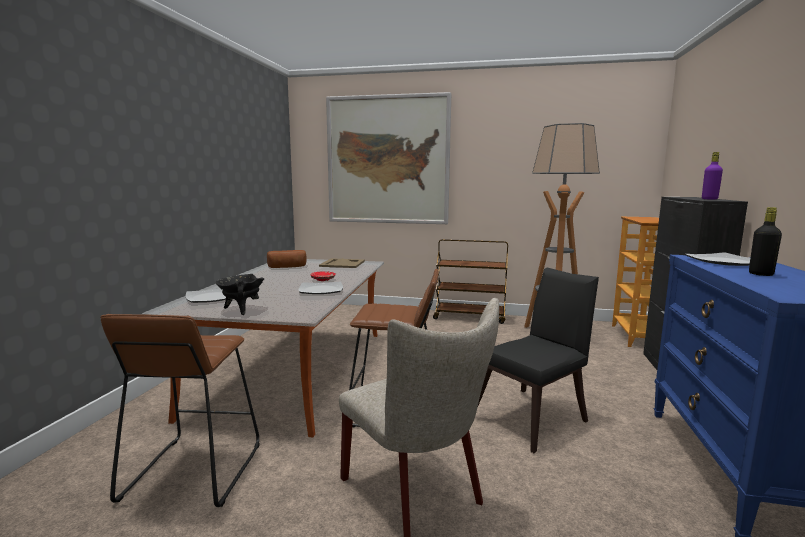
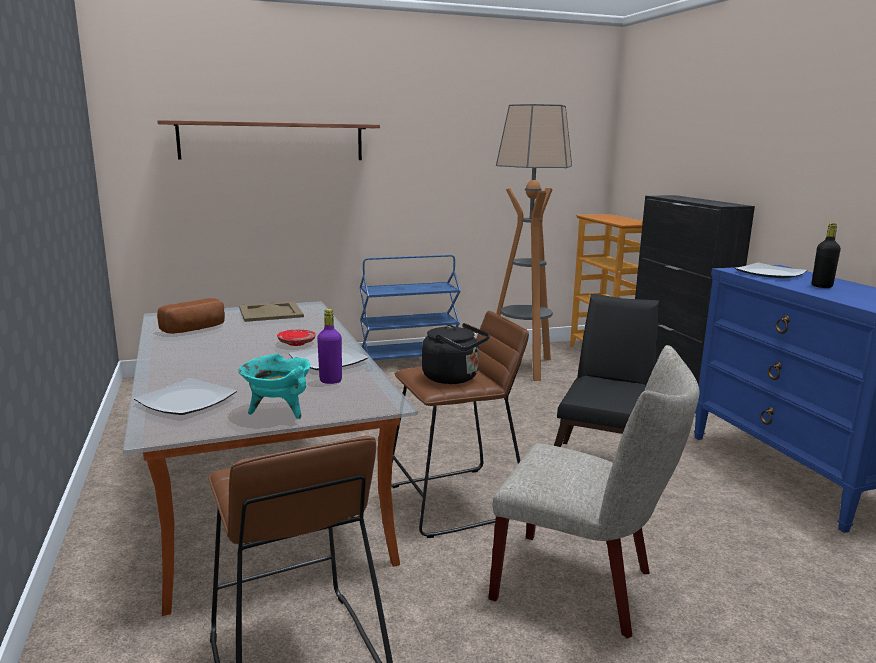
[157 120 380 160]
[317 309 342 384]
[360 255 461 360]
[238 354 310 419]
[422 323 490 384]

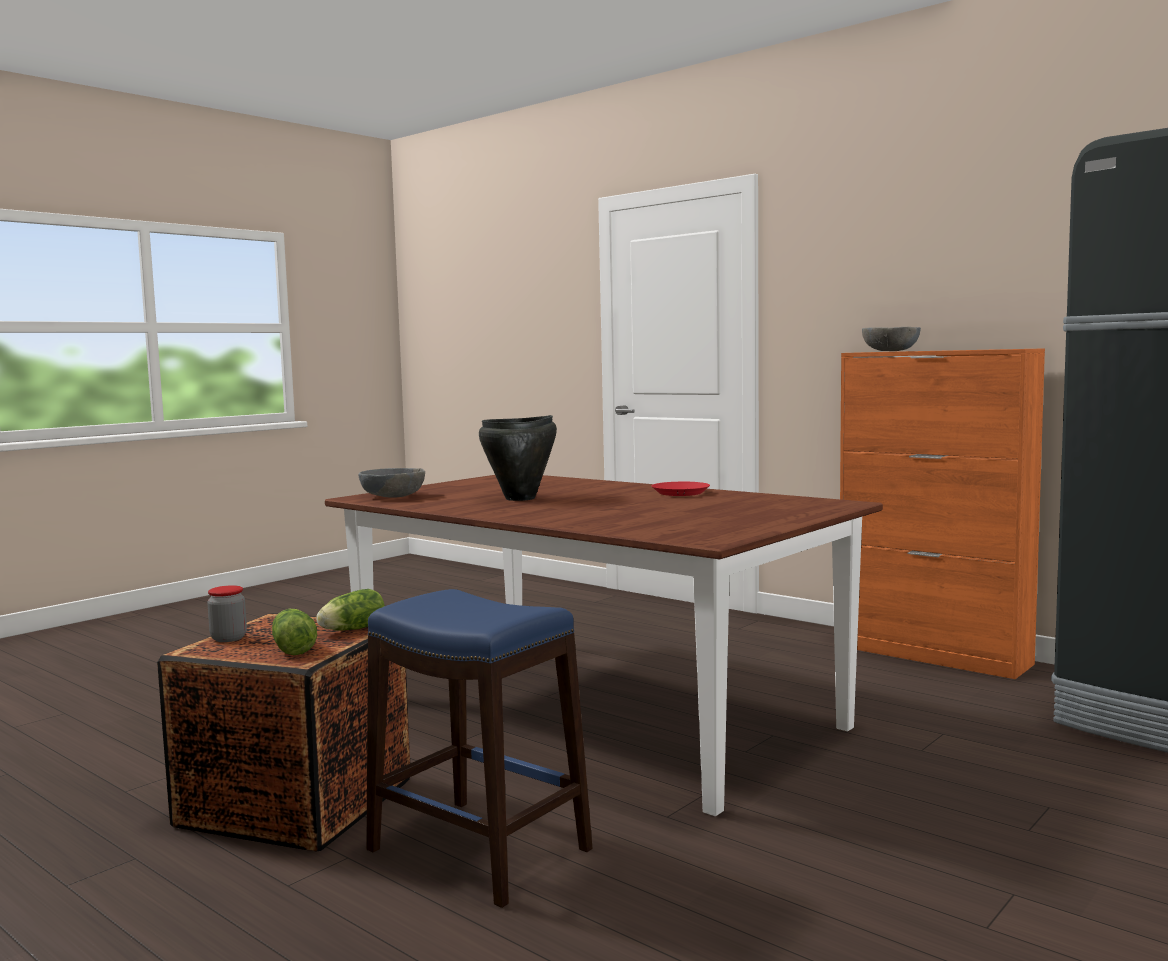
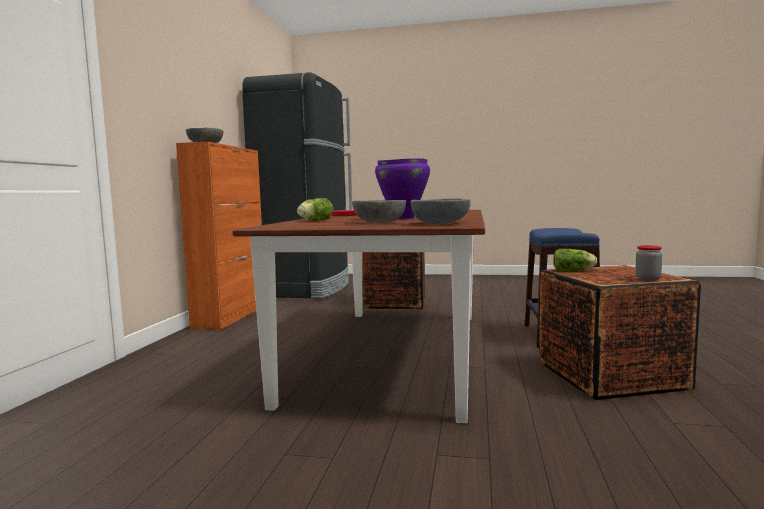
[375 158 430 219]
[297 198 333 221]
[352 200 406 223]
[362 252 425 309]

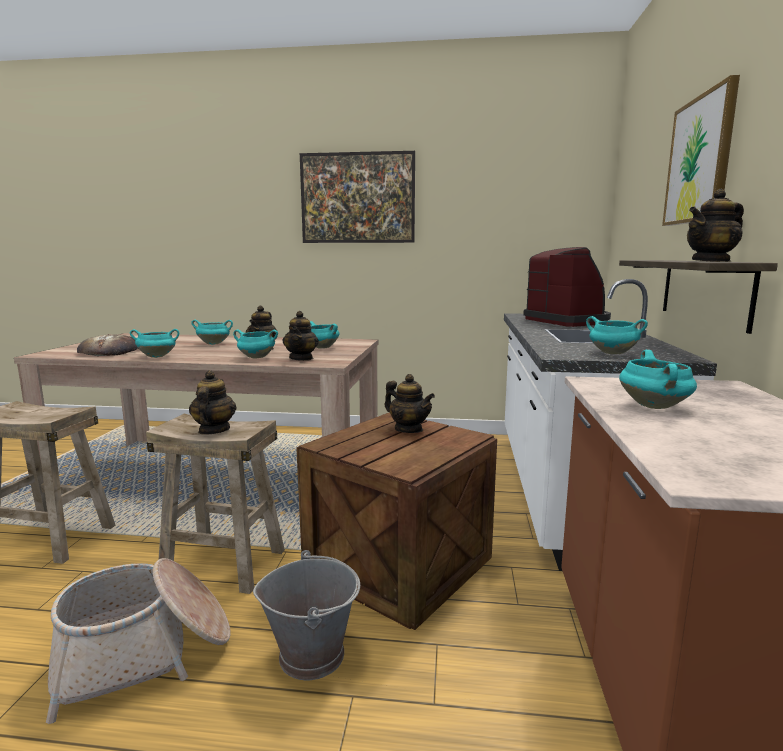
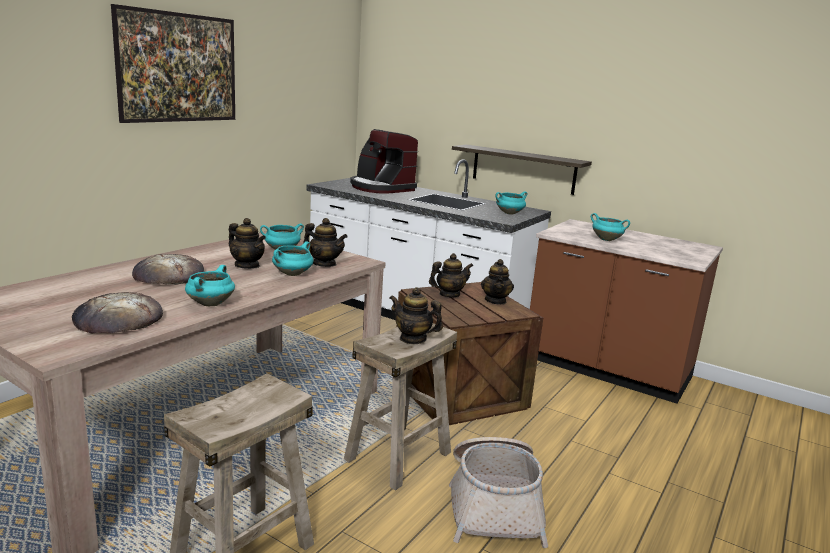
[662 75 740 226] (first image)
[481 259 514 305]
[350 129 418 194]
[132 254 204 285]
[253 550 360 680] (first image)

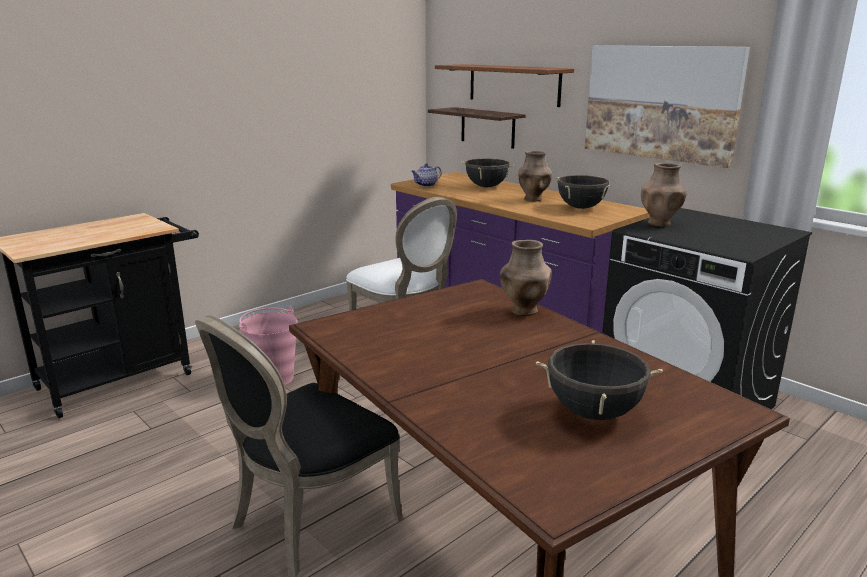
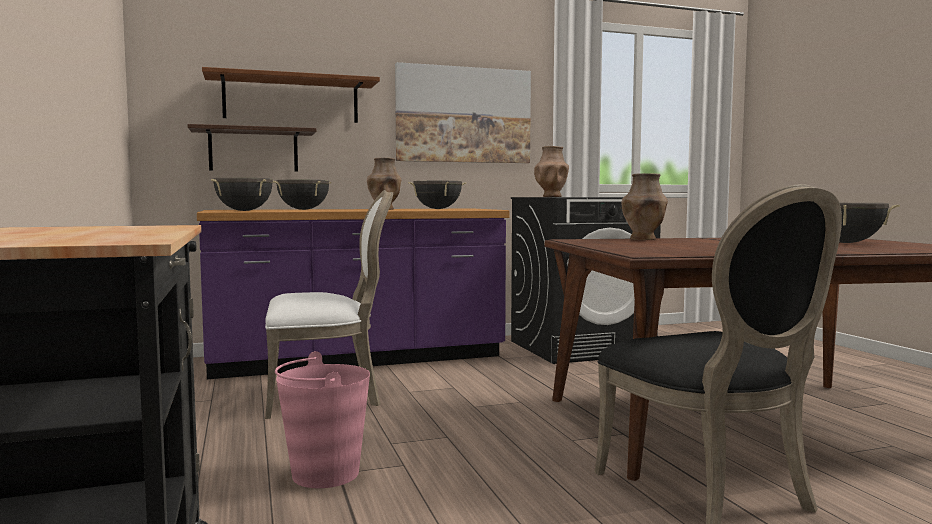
[211 178 273 211]

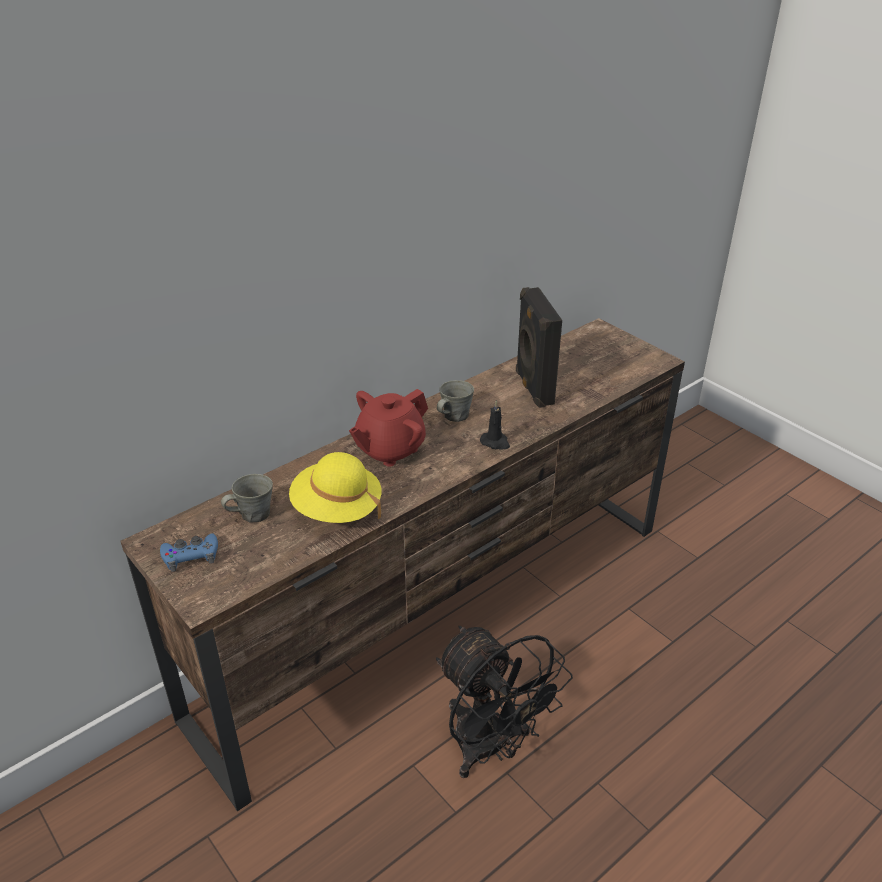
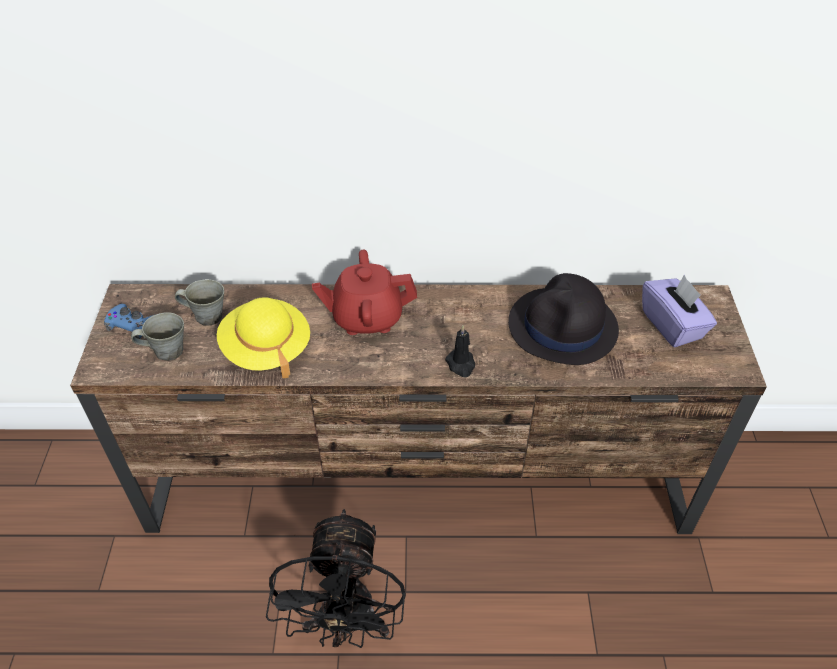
[508 273 619 365]
[131 313 184 361]
[642 275 717 347]

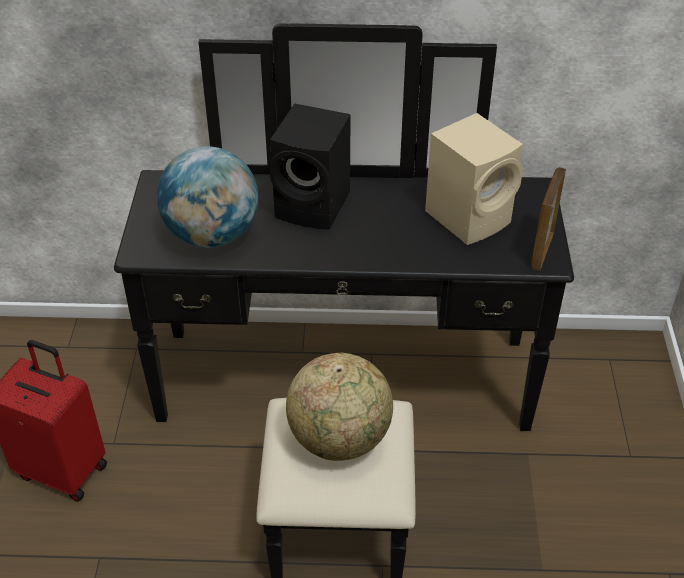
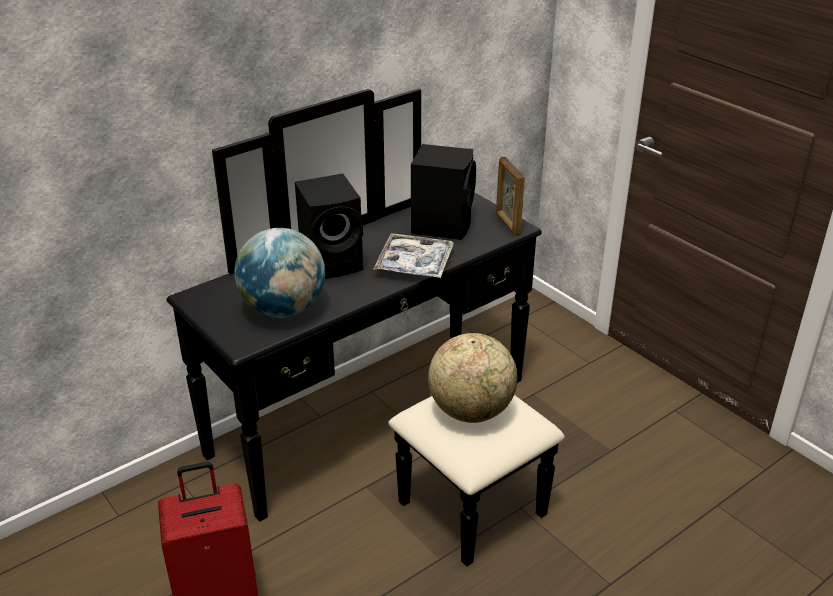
[411 144 476 240]
[373 233 454 278]

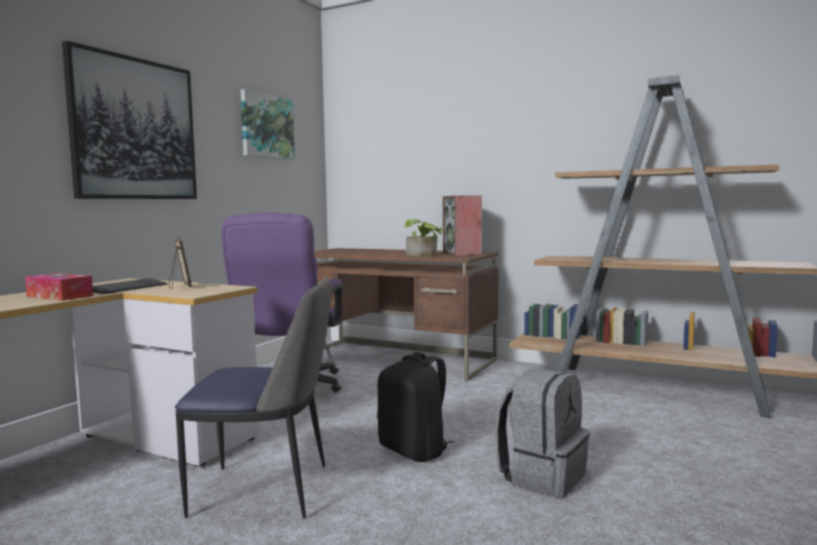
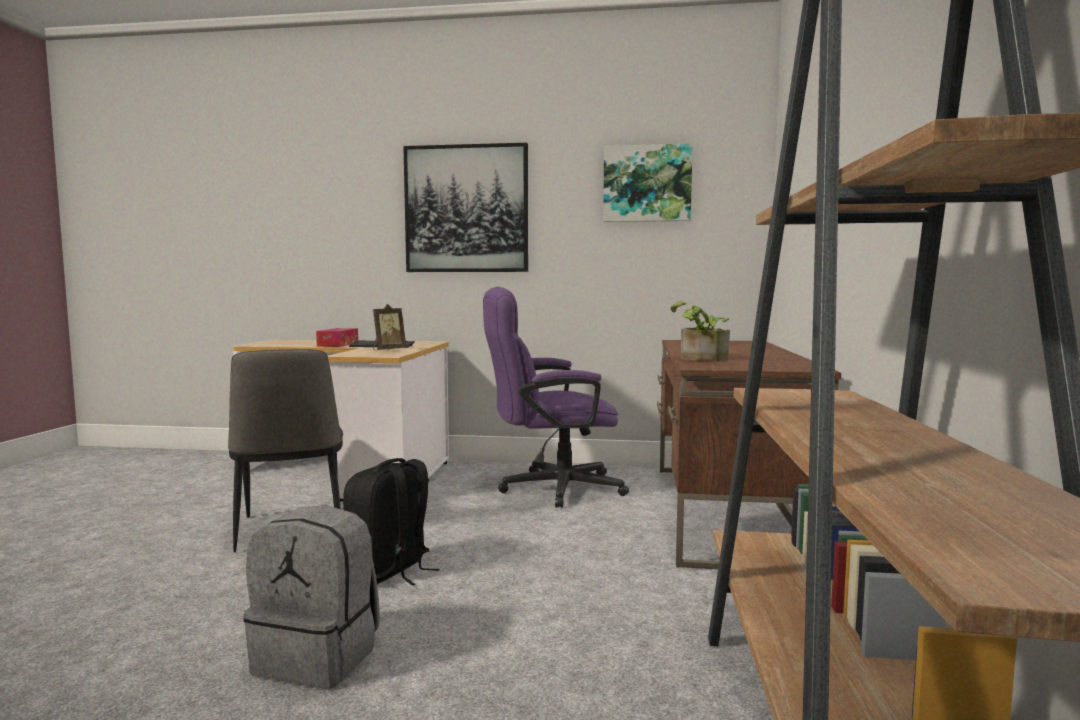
[443 195 482 256] (first image)

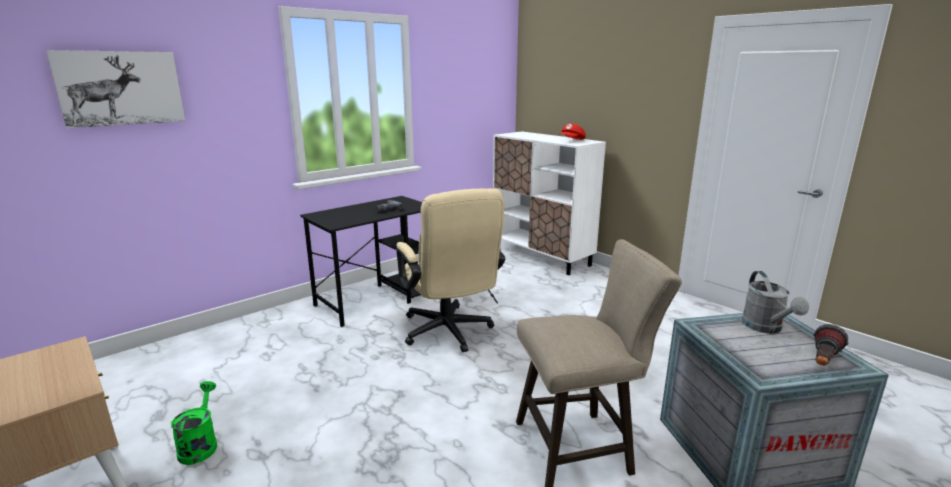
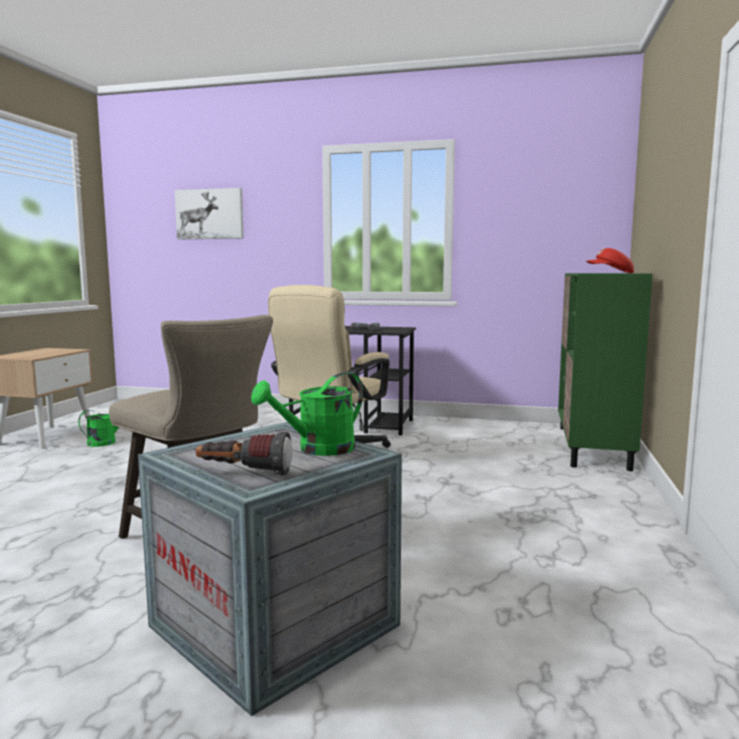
[558 273 652 471]
[251 372 363 456]

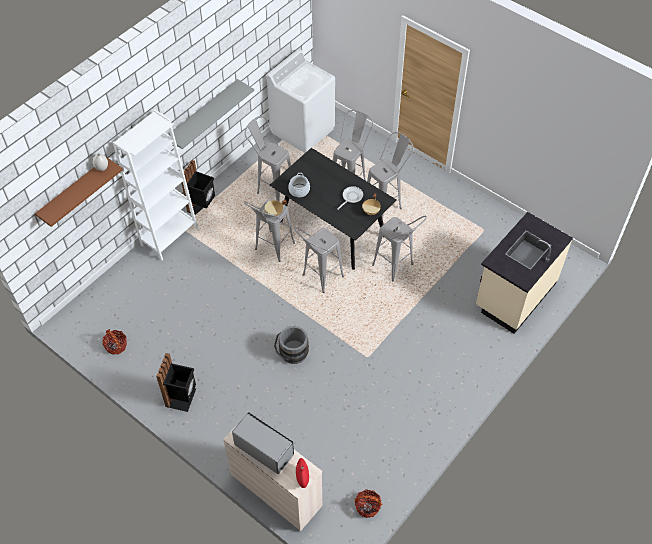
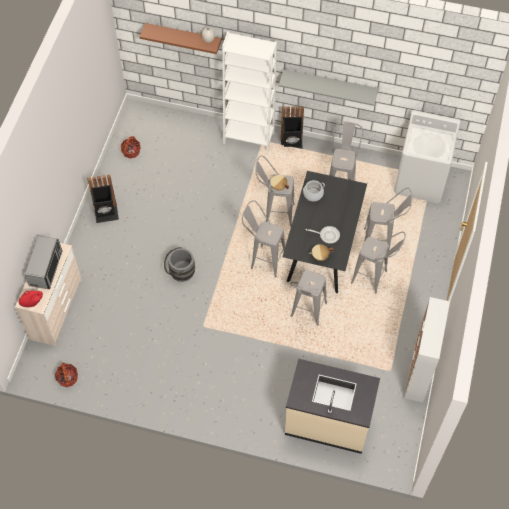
[404 297 450 403]

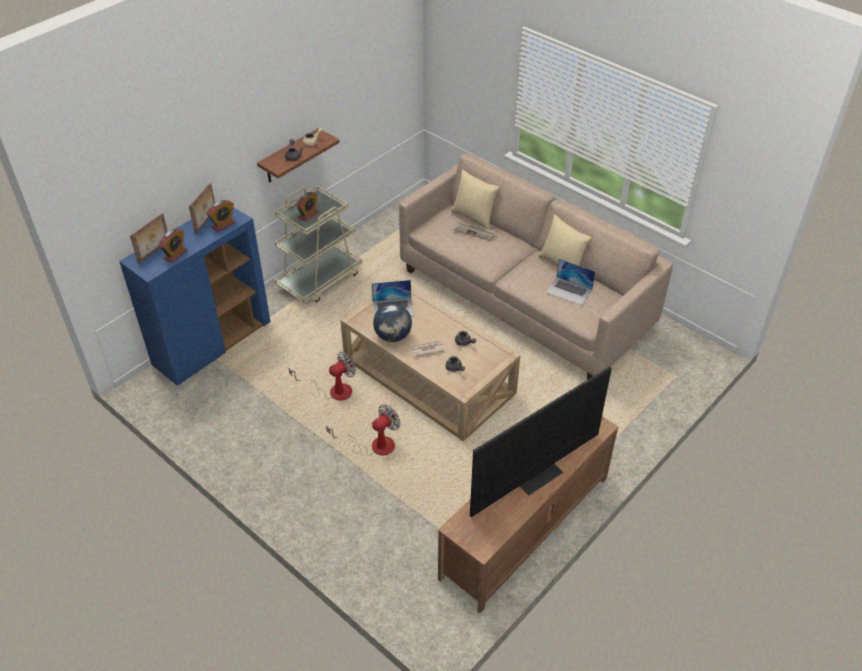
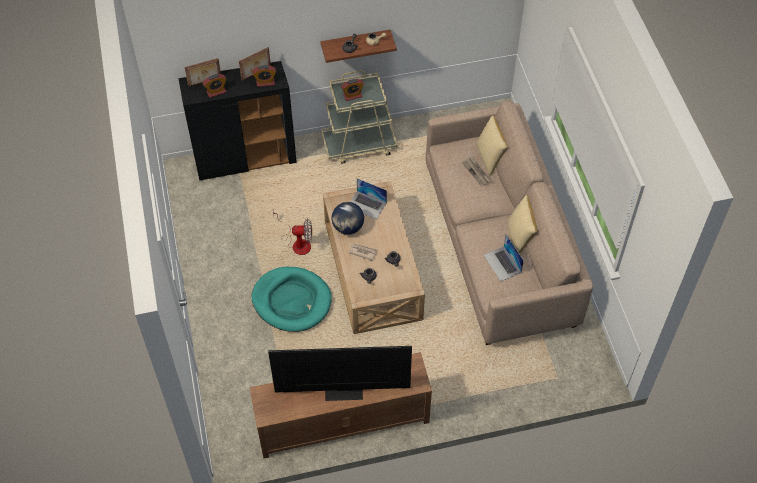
[178 61 297 180]
[252 267 332 332]

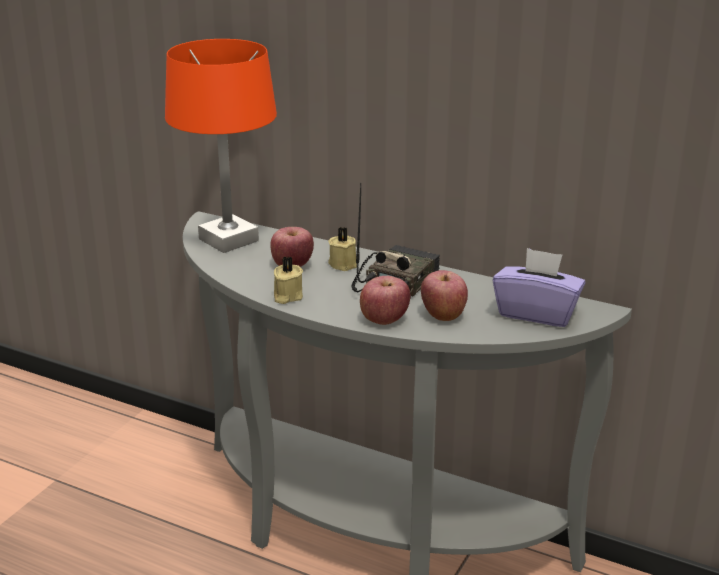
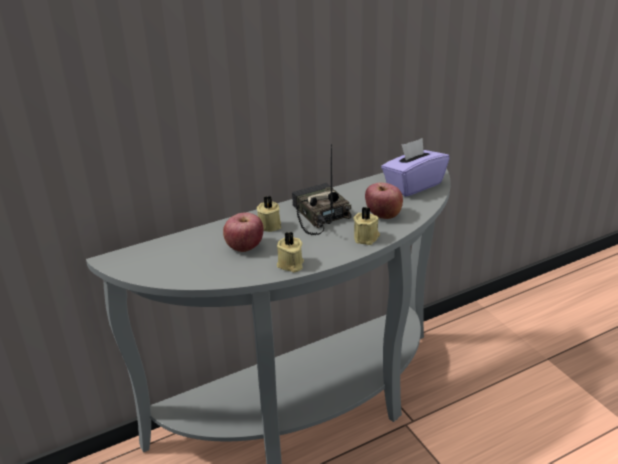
[165 39 277 253] (first image)
[354 207 380 245]

